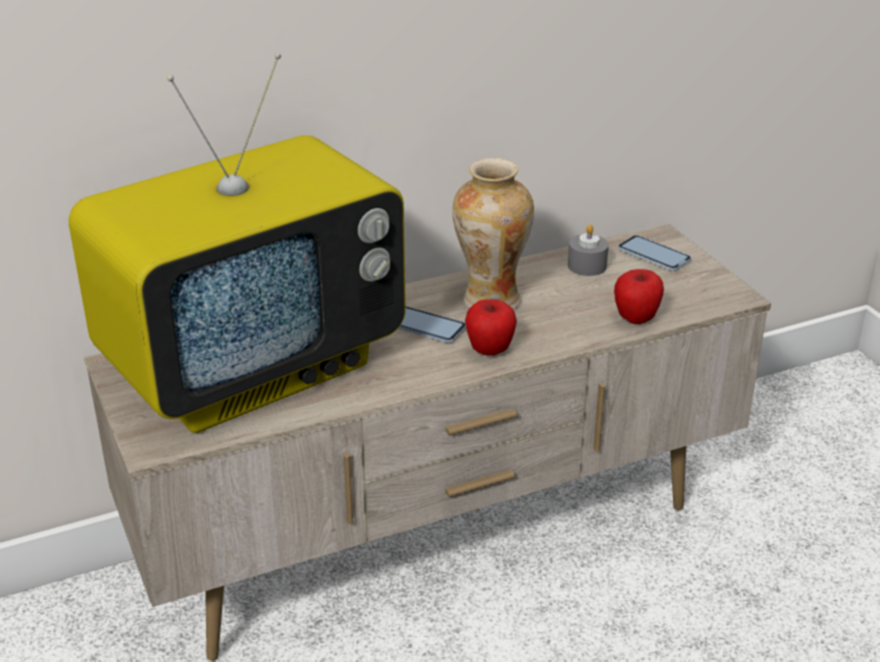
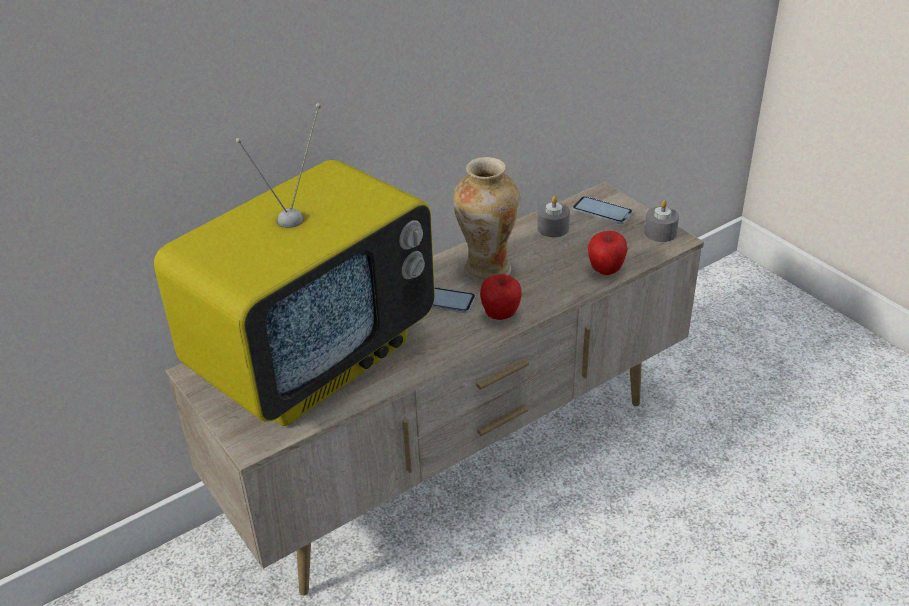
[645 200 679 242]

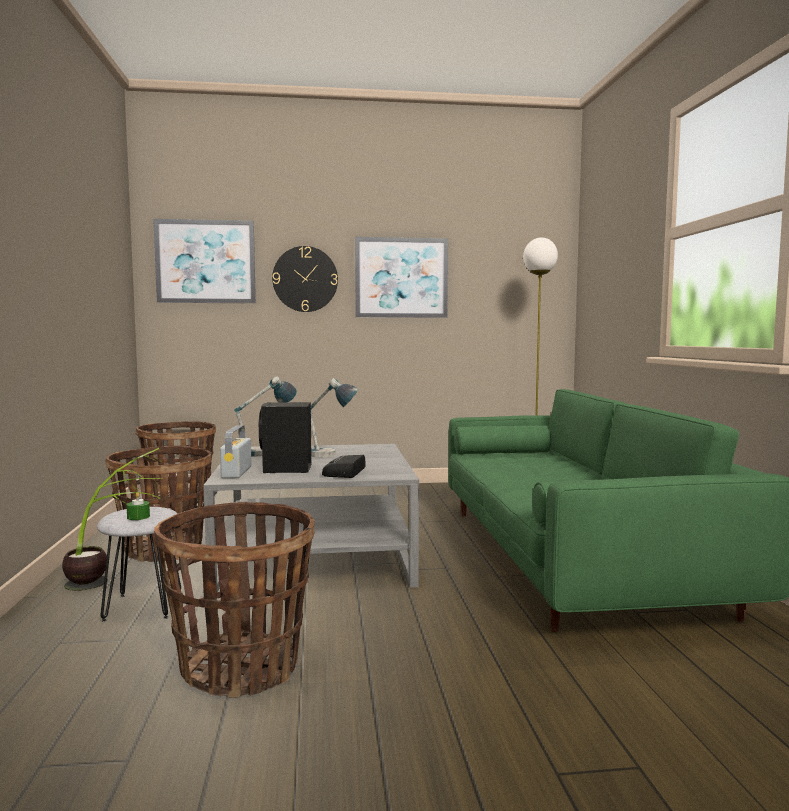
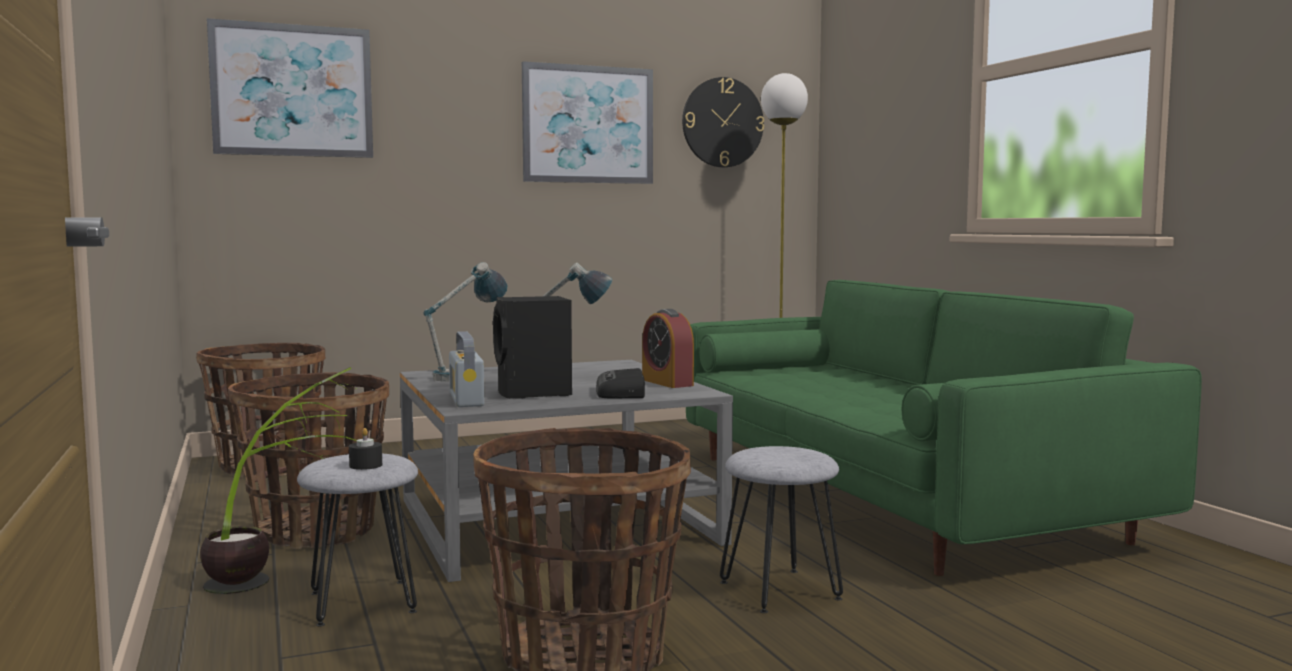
[682 77 764 167]
[349 428 382 470]
[642 309 694 388]
[720 446 843 613]

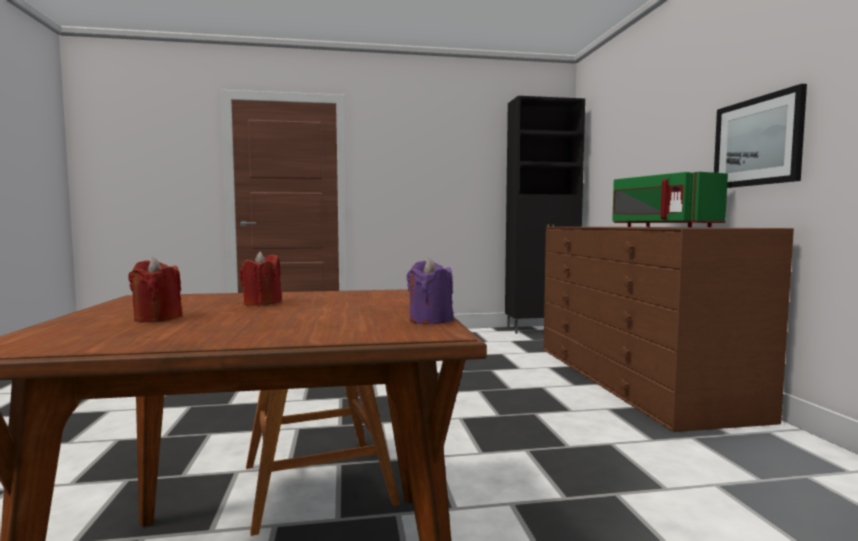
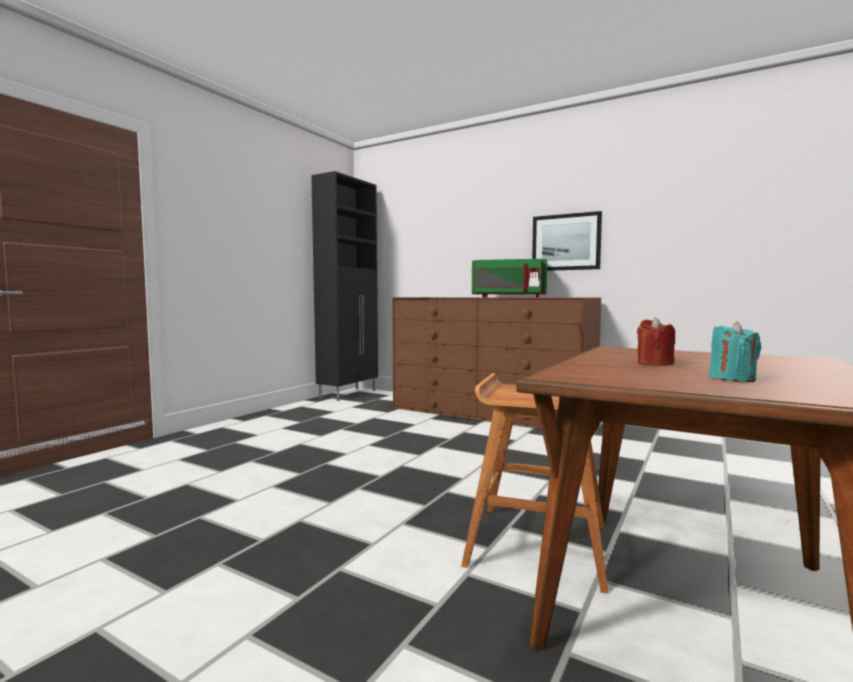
[709 321 761 382]
[407 258 453 325] (first image)

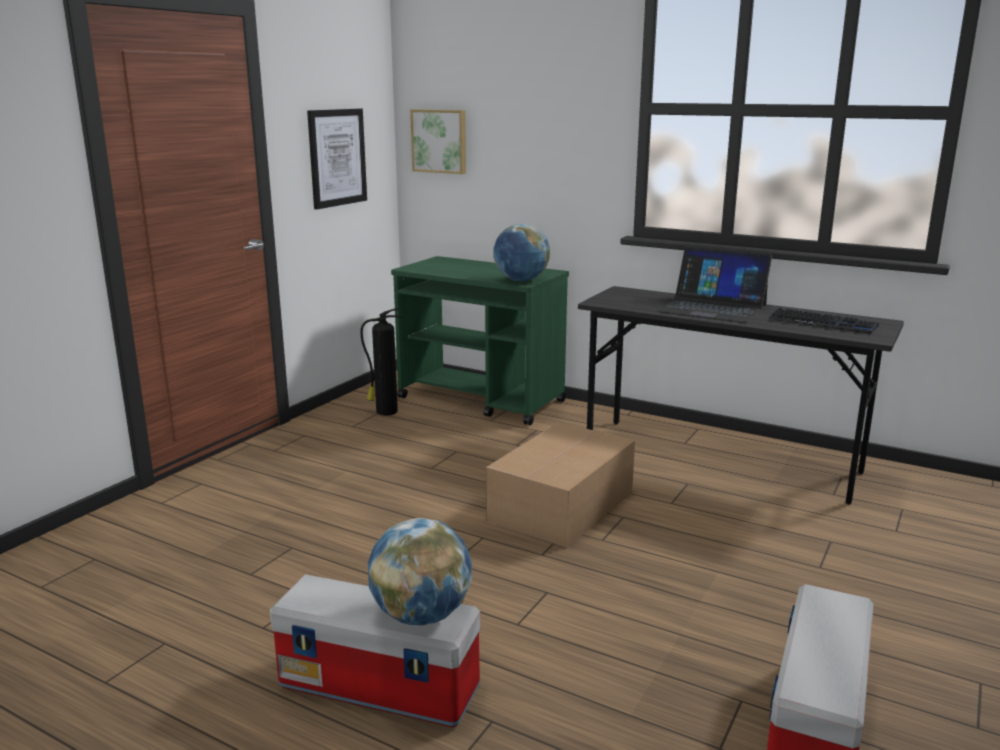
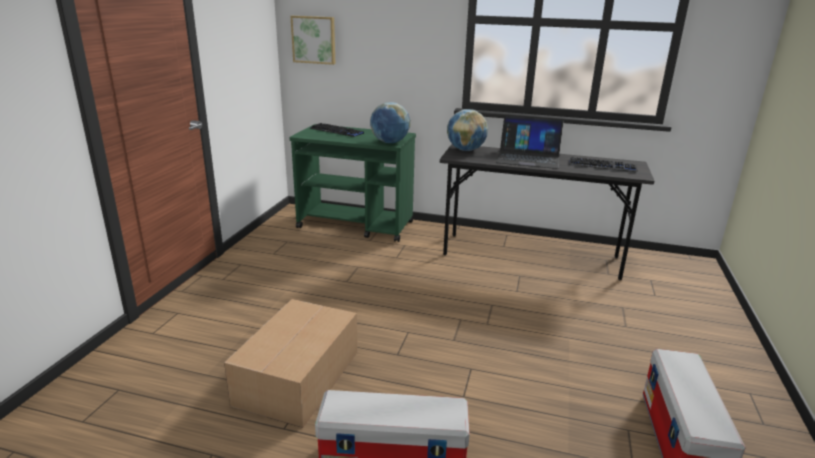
[307 109 367 209] (first image)
[360 308 402 416] (first image)
[224 299 358 428]
[447 109 488 151]
[309 123 364 137]

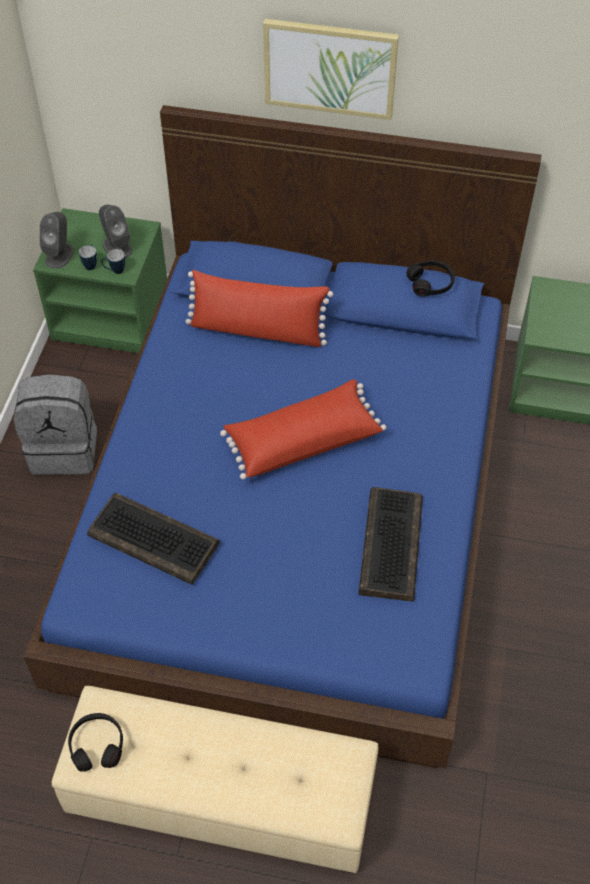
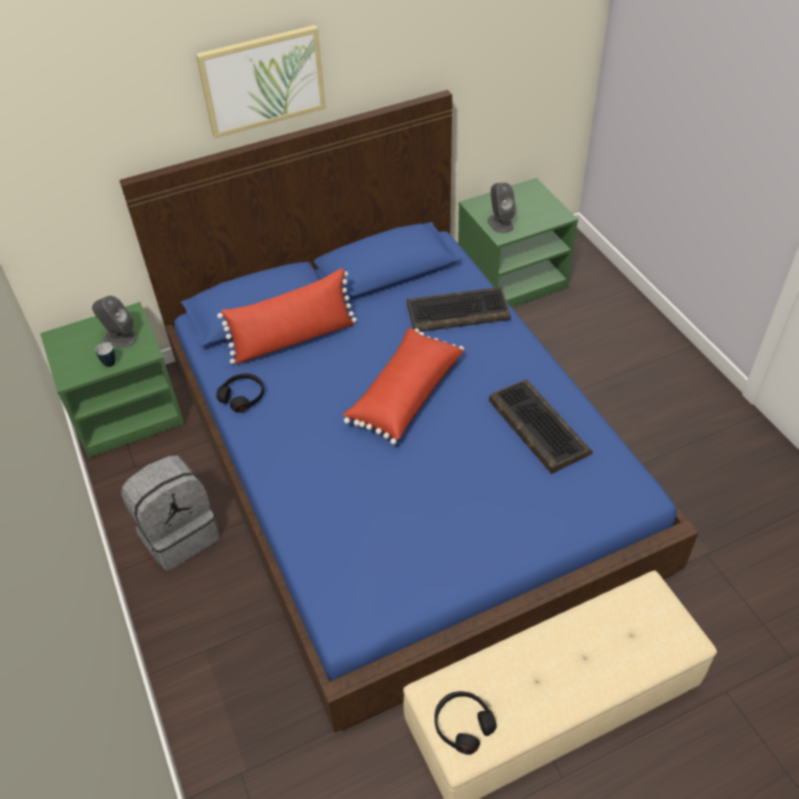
[488 182 516 233]
[101 249 125 274] (first image)
[216 373 264 413]
[407 287 511 332]

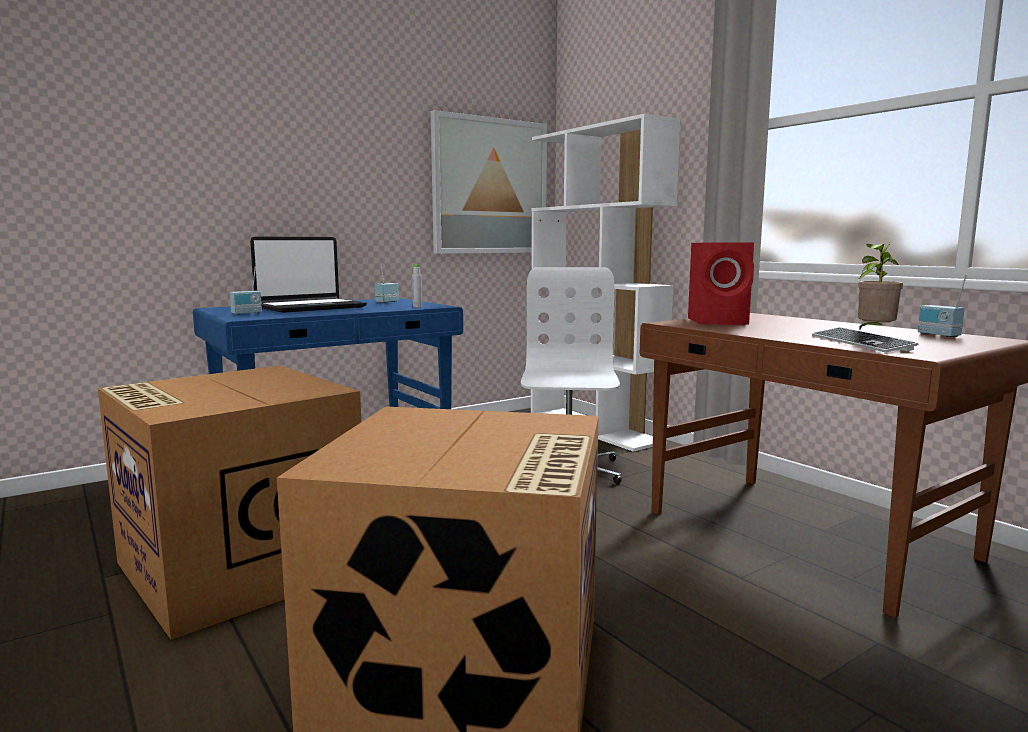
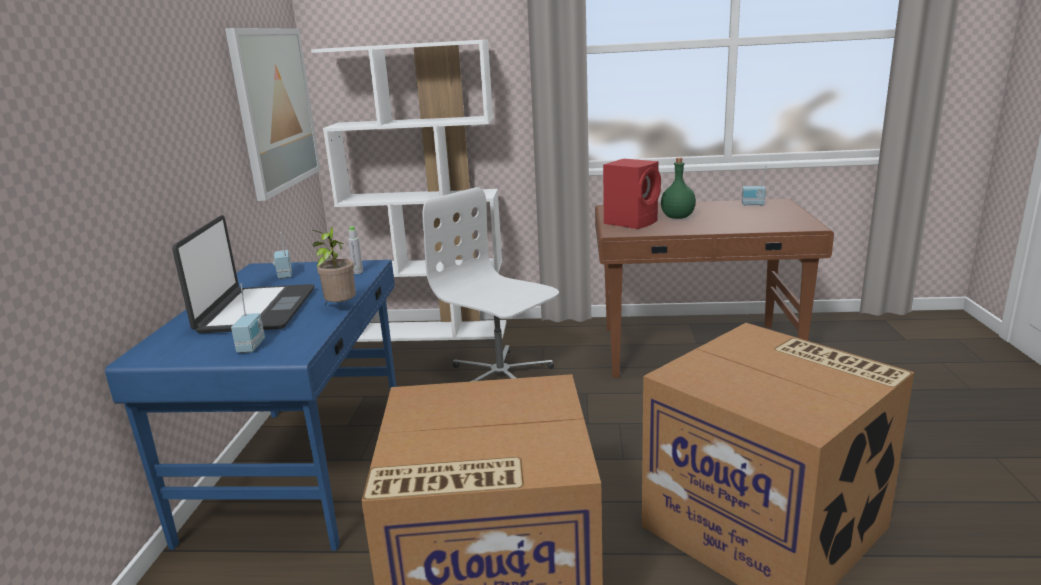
[313 226 356 305]
[812 327 918 353] (first image)
[661 158 696 219]

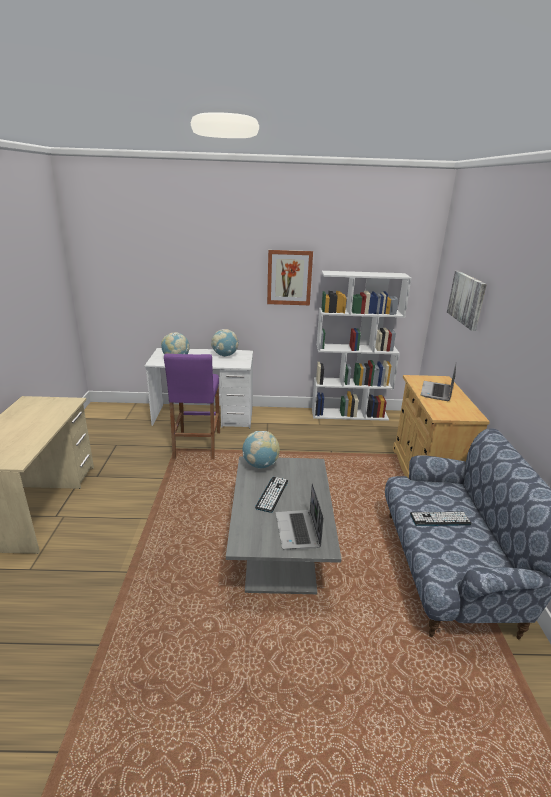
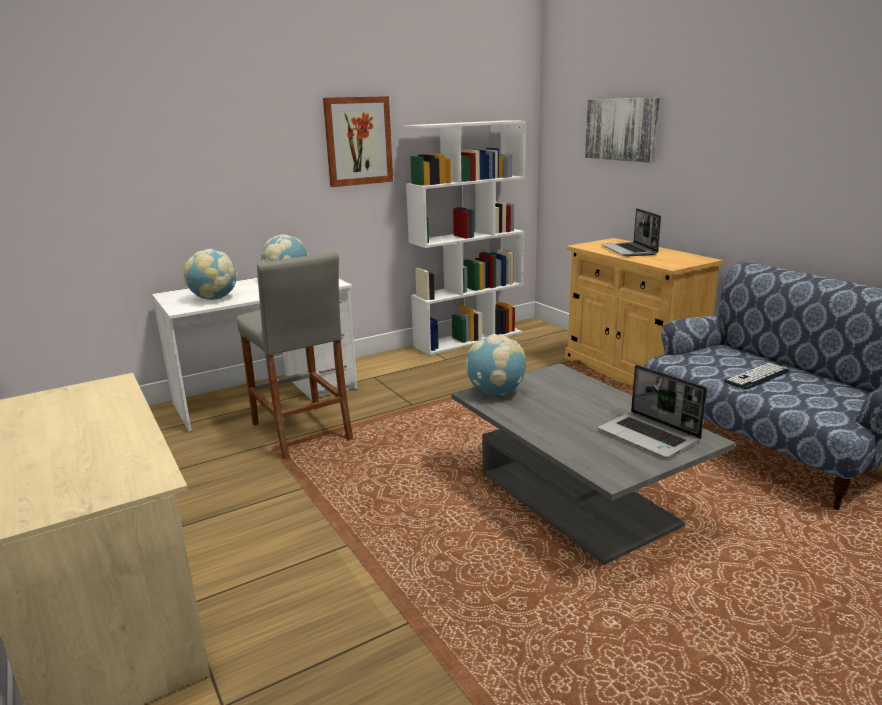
[237 251 353 460]
[255 477 288 513] (first image)

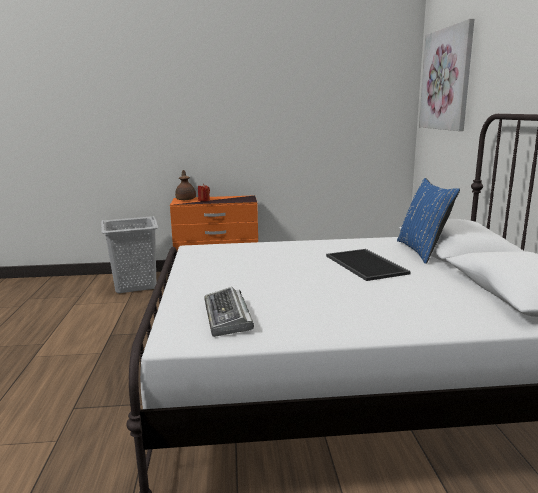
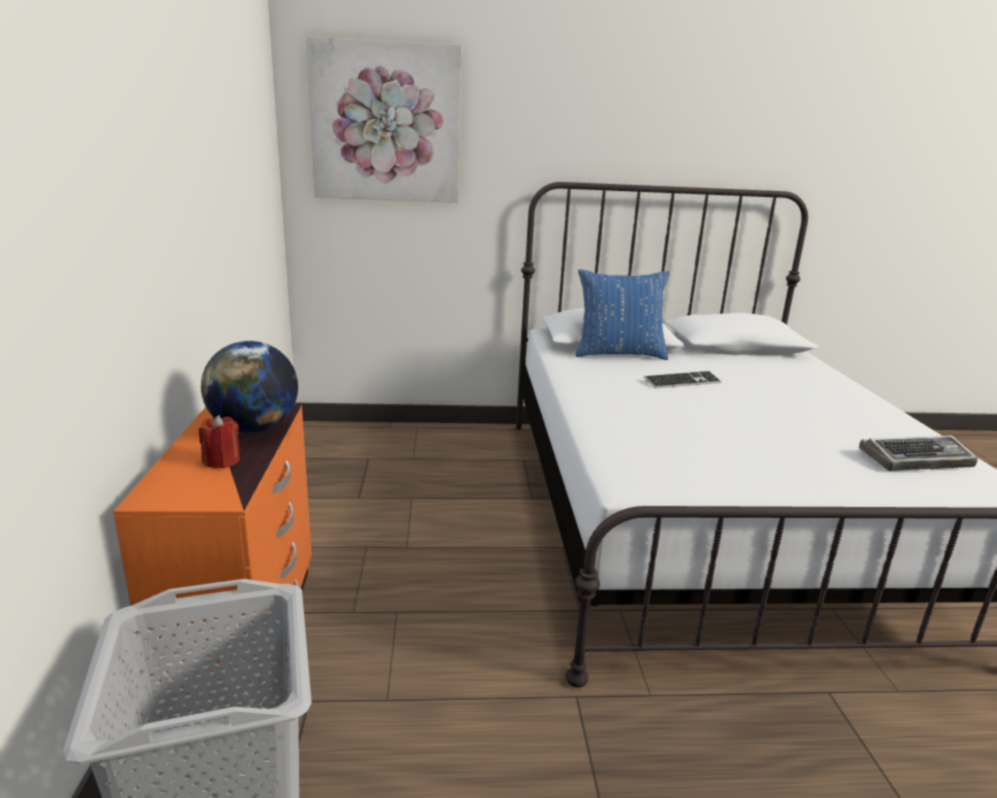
[175 170 196 200] (first image)
[644 371 722 388]
[201 341 298 433]

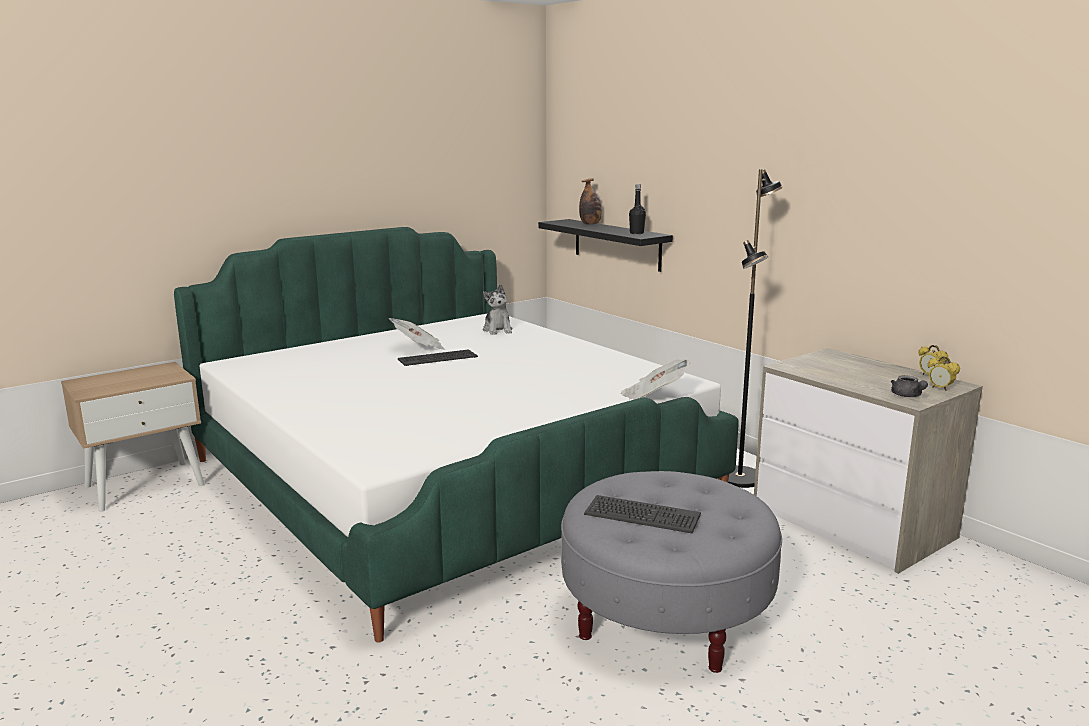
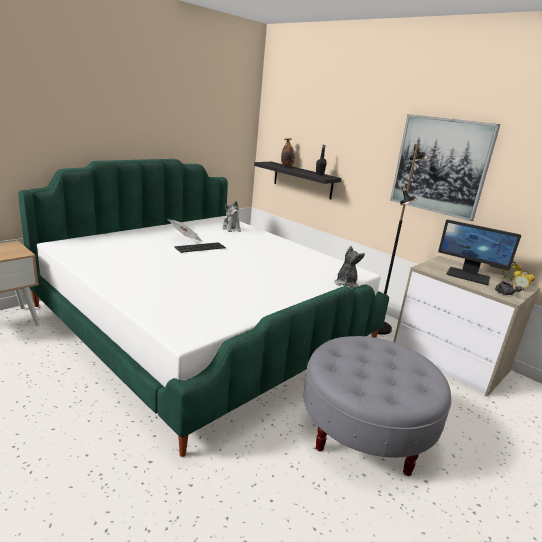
[334 246 365 288]
[584 495 701 533] (first image)
[390 114 500 221]
[438 220 521 285]

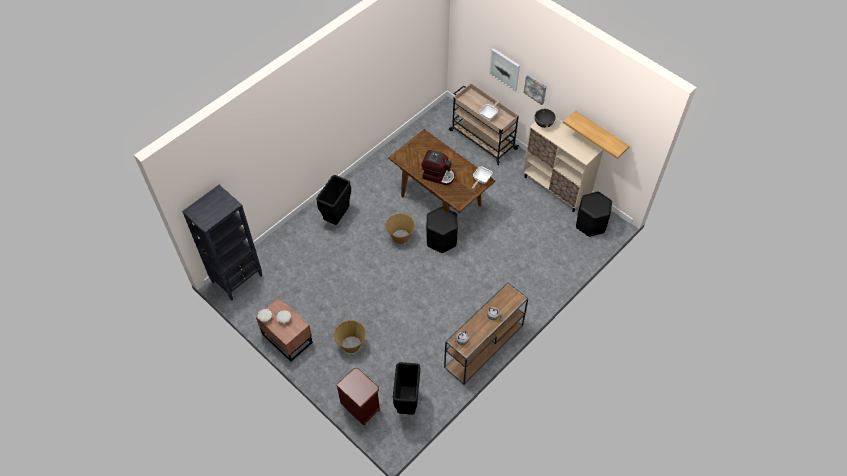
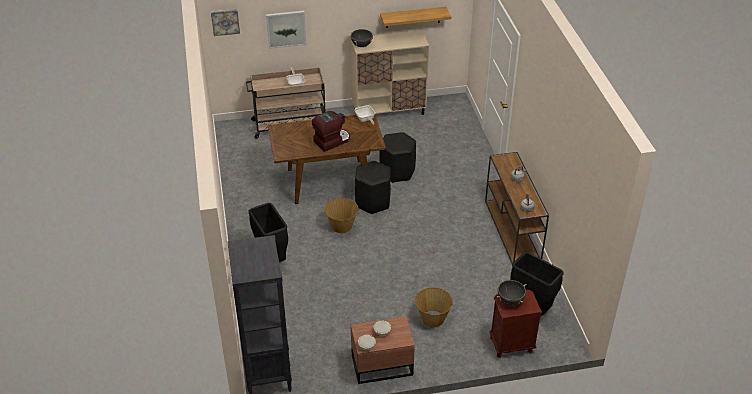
[211 9 240 36]
[379 132 416 183]
[497 279 526 305]

